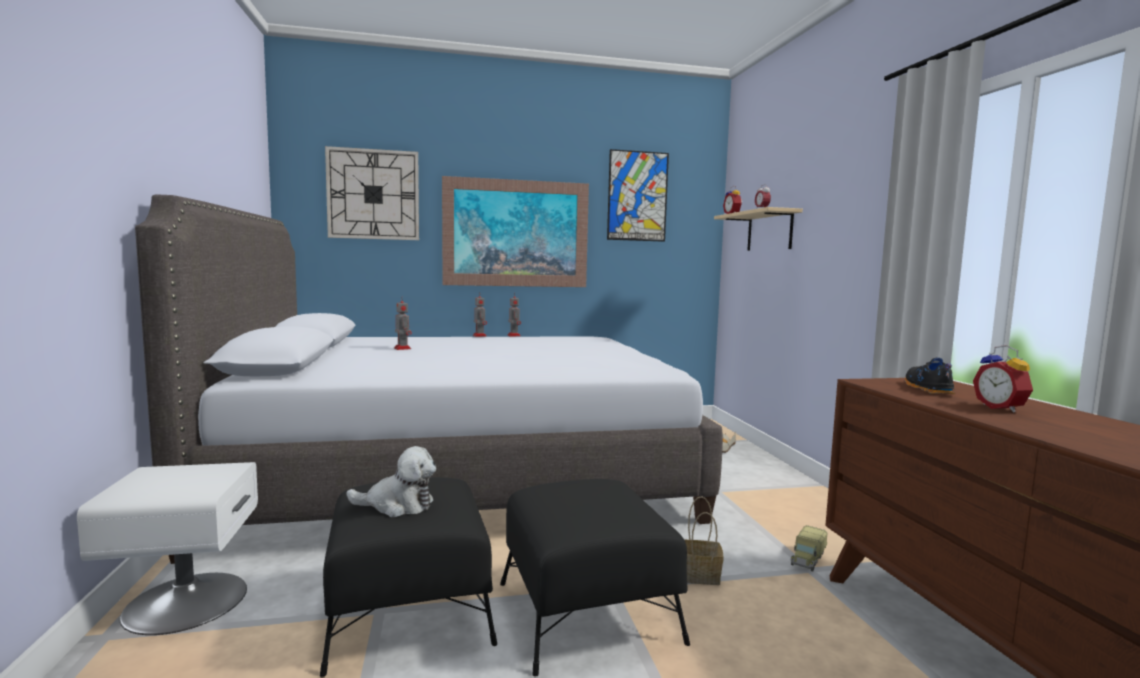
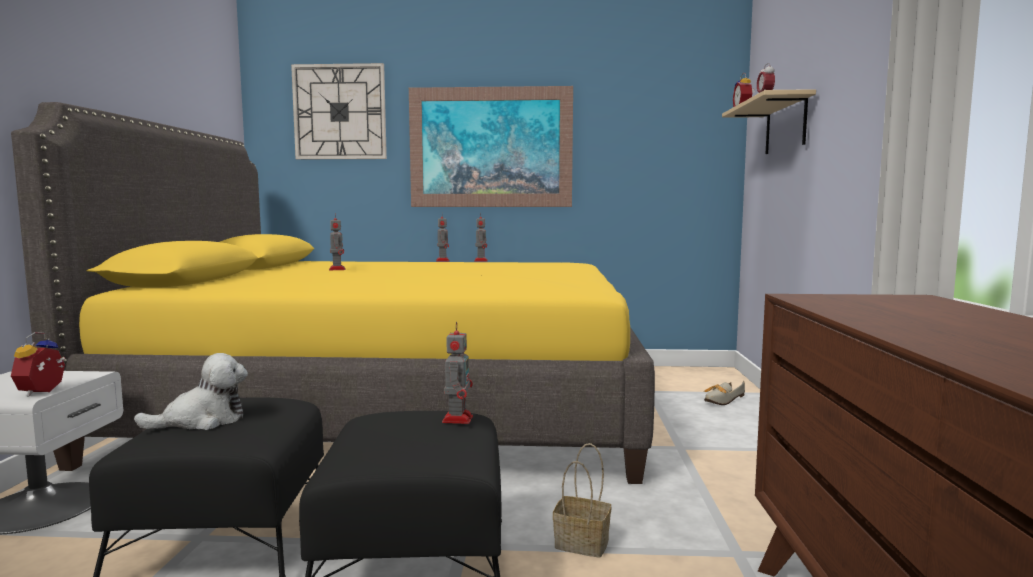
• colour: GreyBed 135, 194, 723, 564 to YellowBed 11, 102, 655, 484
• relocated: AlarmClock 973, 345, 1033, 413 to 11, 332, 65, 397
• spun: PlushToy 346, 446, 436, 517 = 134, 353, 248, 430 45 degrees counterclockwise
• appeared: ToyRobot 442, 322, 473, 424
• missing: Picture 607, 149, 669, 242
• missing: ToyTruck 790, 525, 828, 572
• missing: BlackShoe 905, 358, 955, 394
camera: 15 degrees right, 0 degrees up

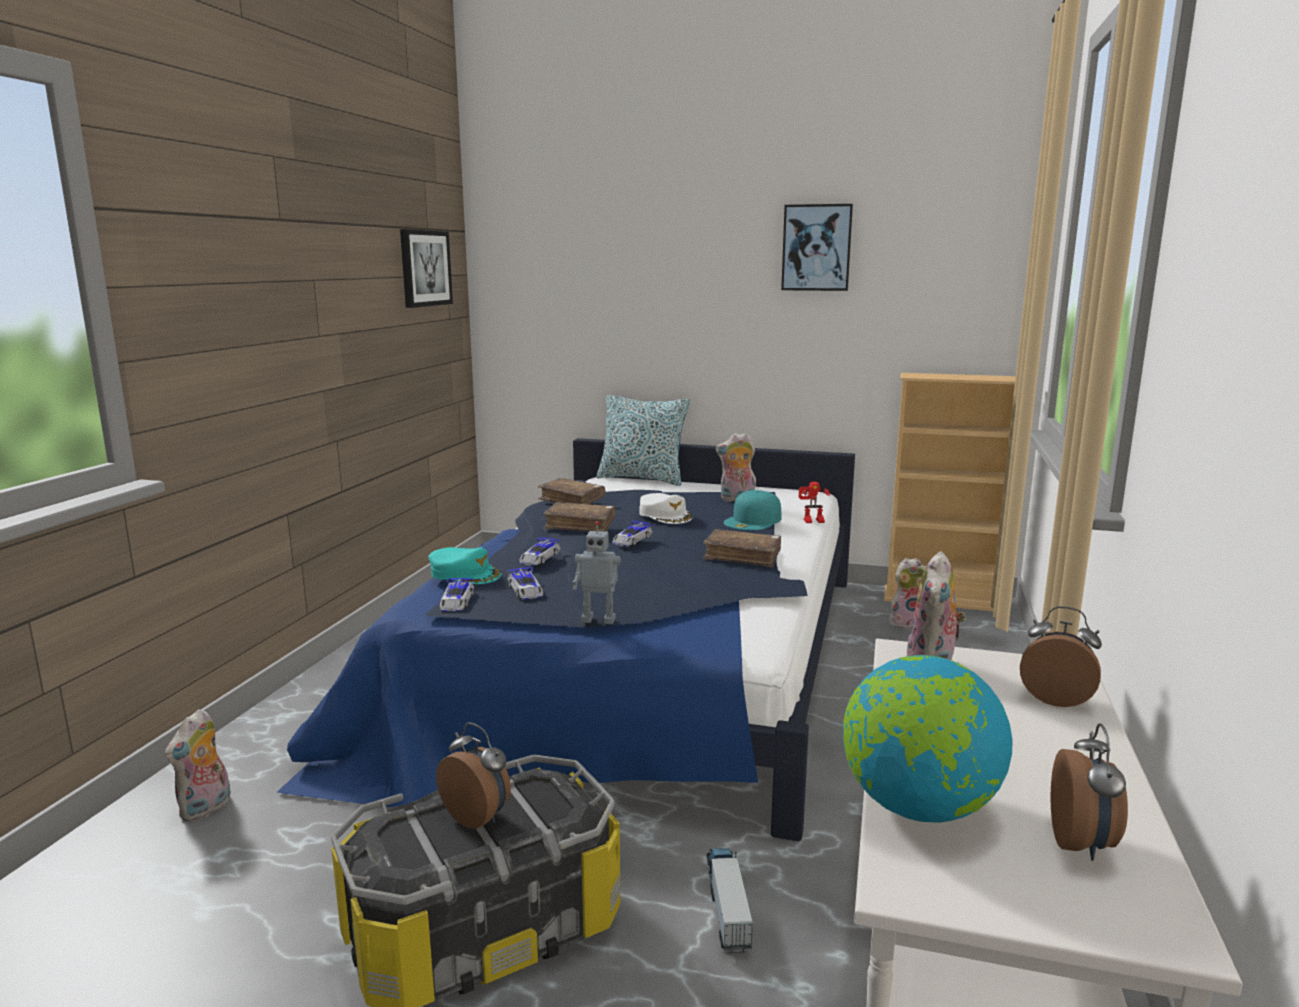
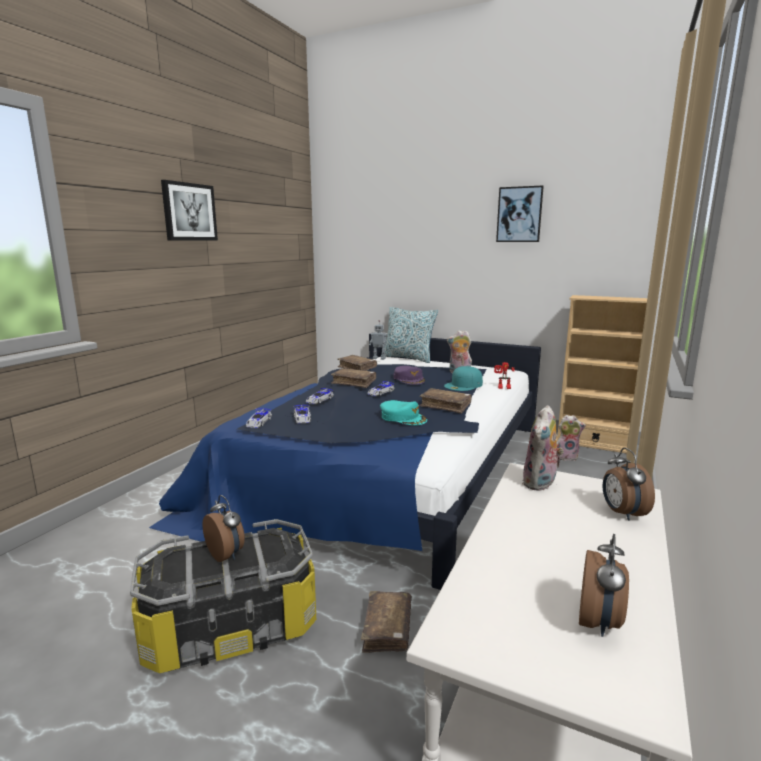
• relocated: Picture 400, 229, 453, 308 to 161, 180, 218, 240
• exchanged: ToyTruck 707, 848, 753, 953 to BrownBook 361, 591, 412, 653
• relocated: ToyRobot 572, 521, 621, 624 to 369, 320, 388, 360
• relocated: TurquoiseCap 428, 547, 502, 584 to 380, 400, 427, 426
• colour: WhiteCap 639, 493, 693, 524 to PurpleCap 394, 366, 425, 385
• spun: AlarmClock 1020, 606, 1102, 707 = 603, 447, 655, 521 135 degrees counterclockwise
• missing: PlushToy 165, 709, 231, 822
• missing: Globe 843, 655, 1013, 823
camera: 10 degrees right, 0 degrees up

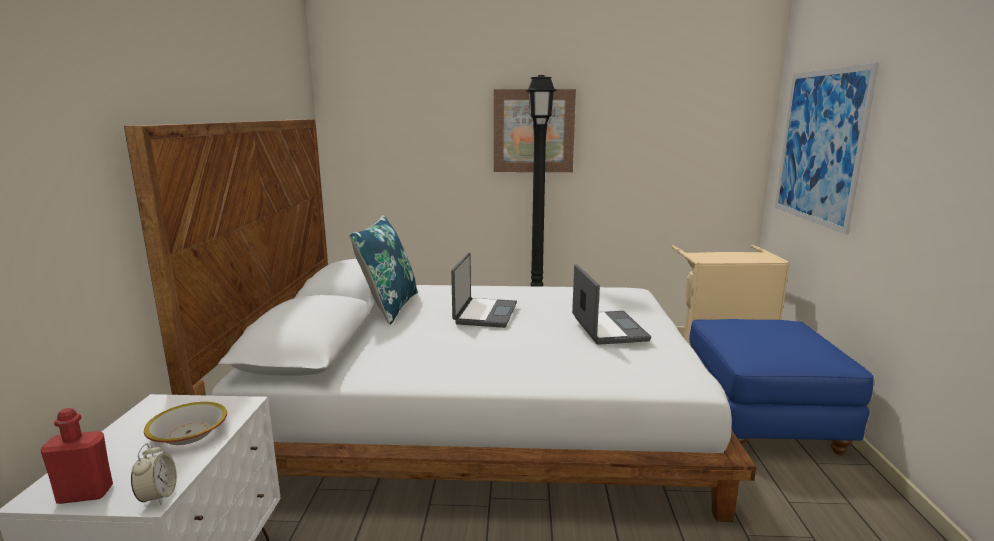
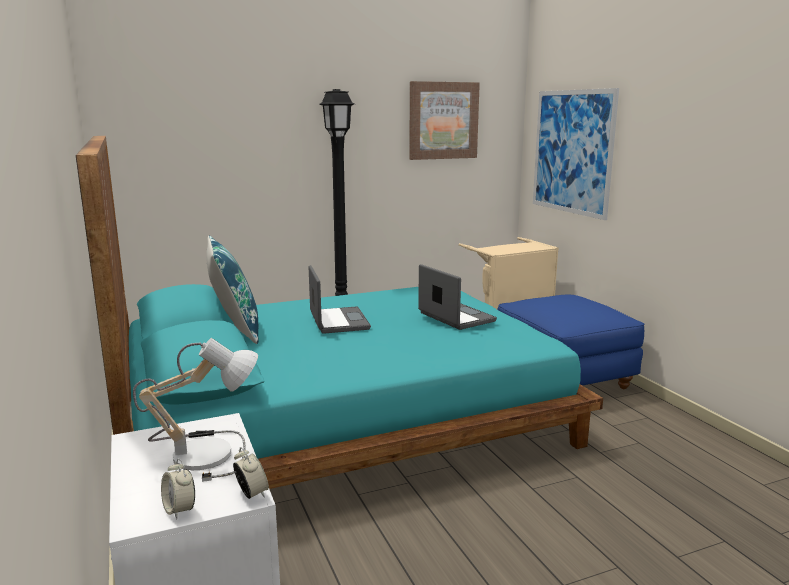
• colour: WhiteBed 124, 119, 756, 522 to TurquoiseBed 76, 136, 603, 489
• exchanged: Bowl 144, 402, 227, 445 to TableLamp 133, 338, 258, 482
• exchanged: RedBottle 41, 408, 113, 504 to AlarmClock 161, 458, 195, 520
• relocated: Picture 494, 89, 576, 172 to 409, 81, 480, 160
camera: 25 degrees left, 0 degrees up

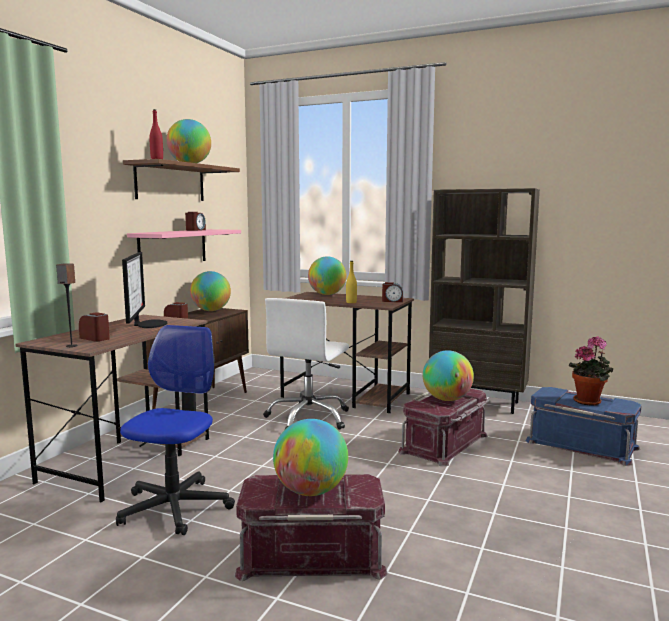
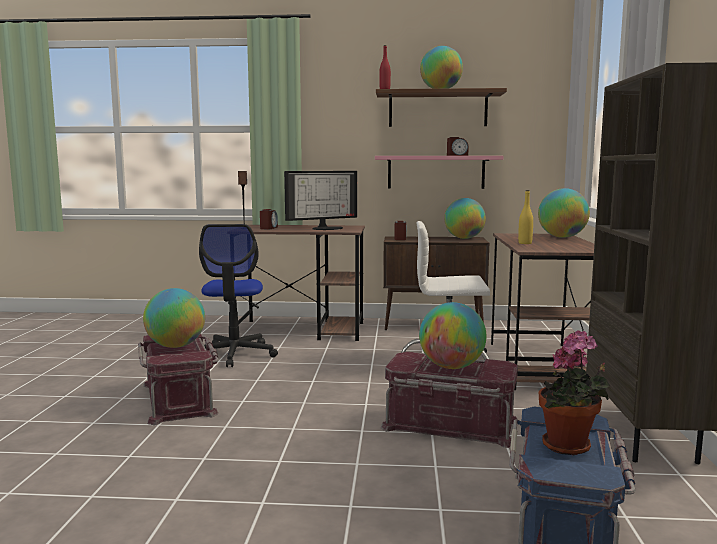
• spun: OfficeChair 116, 325, 235, 535 = 199, 224, 278, 367 90 degrees clockwise
• missing: AlarmClock 382, 282, 403, 302
camera: 70 degrees right, 0 degrees up

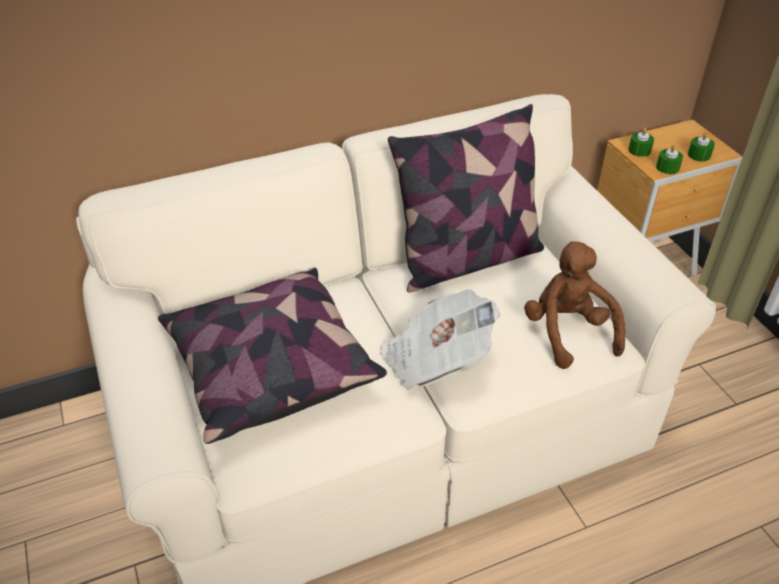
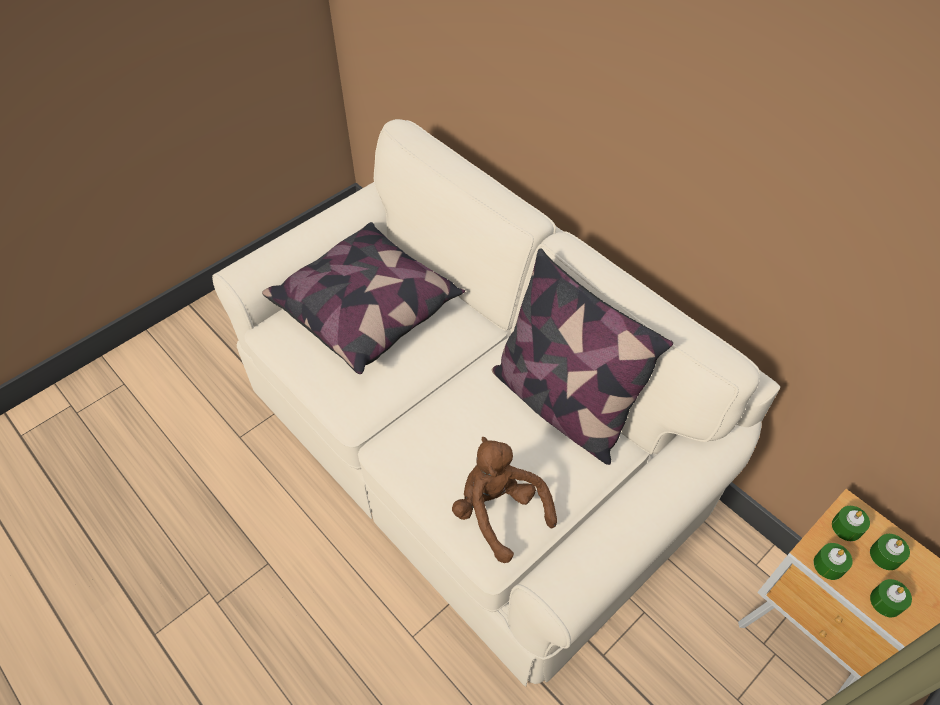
• spun: BrownPlushToy 524, 241, 625, 369 = 452, 437, 557, 563 90 degrees counterclockwise
• appeared: GreenCandle 870, 534, 910, 570
• missing: Newspaper 380, 289, 500, 390
camera: 70 degrees right, 10 degrees up

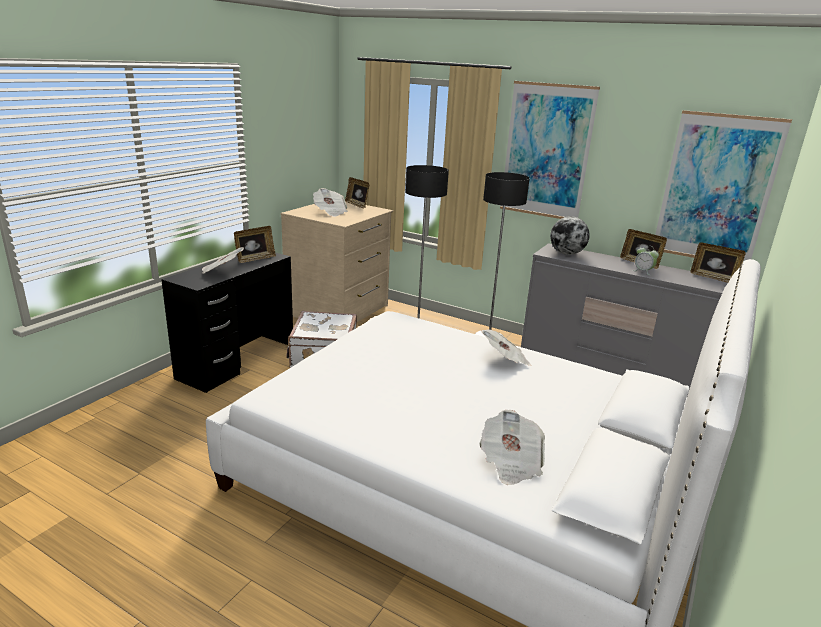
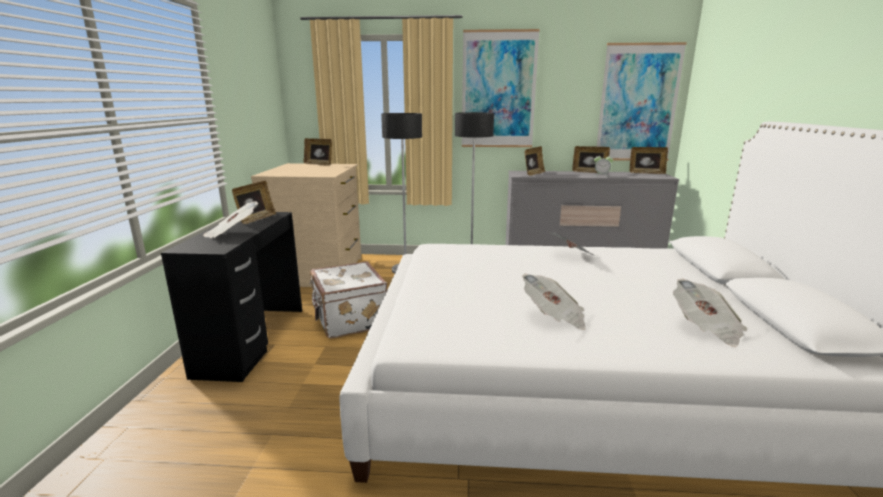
• relocated: Newspaper 313, 188, 348, 217 to 522, 274, 586, 330
• exchanged: Globe 550, 216, 590, 255 to PictureFrame 525, 146, 545, 176
camera: 25 degrees left, 5 degrees down

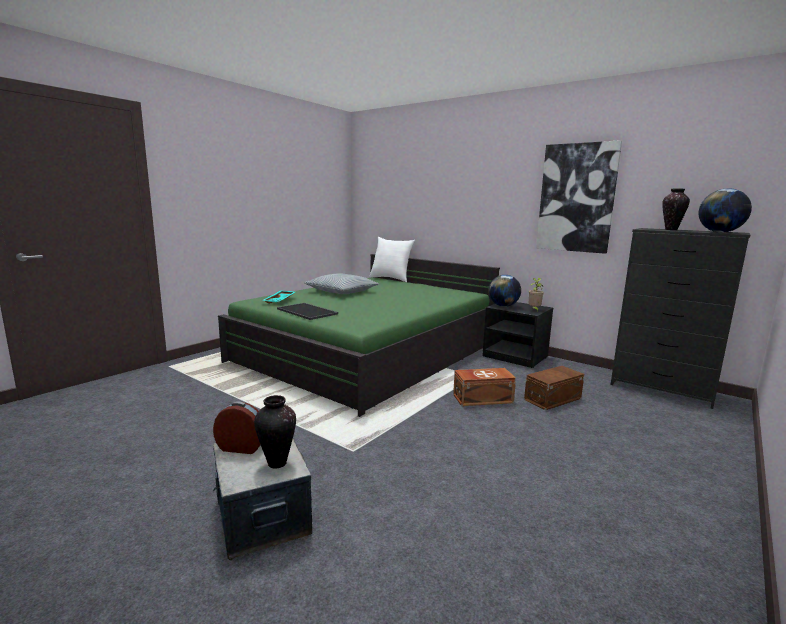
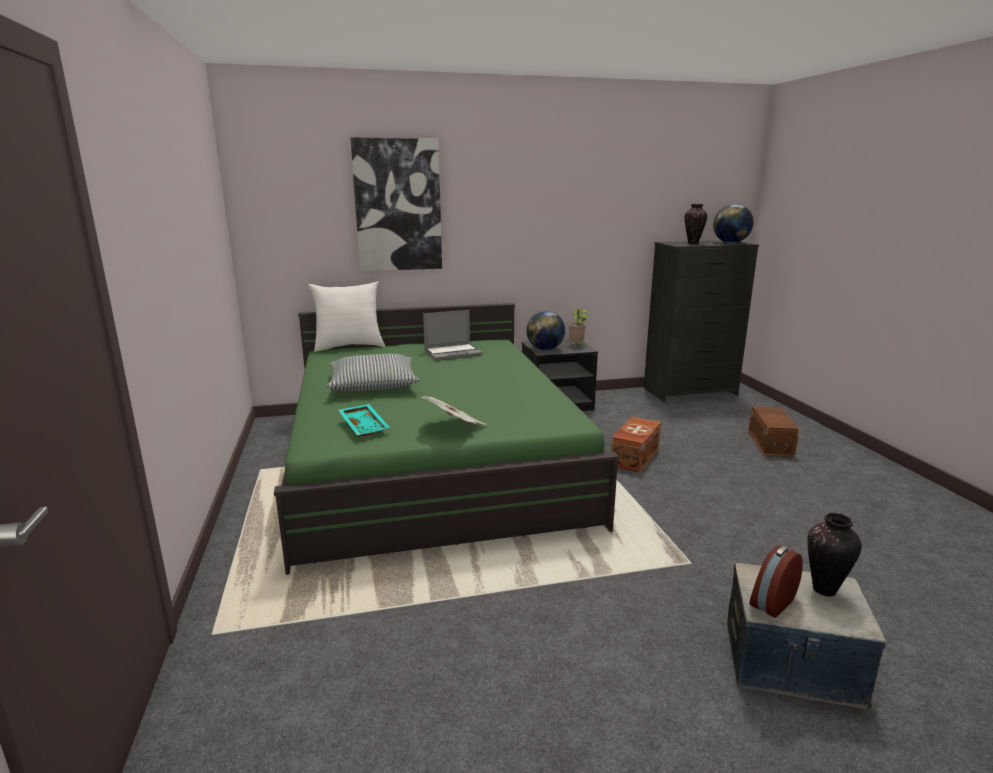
• relocated: Picture 536, 140, 622, 254 to 351, 137, 442, 271
• exchanged: Tray 277, 303, 338, 320 to Newspaper 421, 396, 485, 424
• appeared: Laptop 423, 310, 483, 361
• relocated: BrownStorageBox 524, 366, 584, 410 to 748, 406, 800, 457
camera: 50 degrees left, 5 degrees up

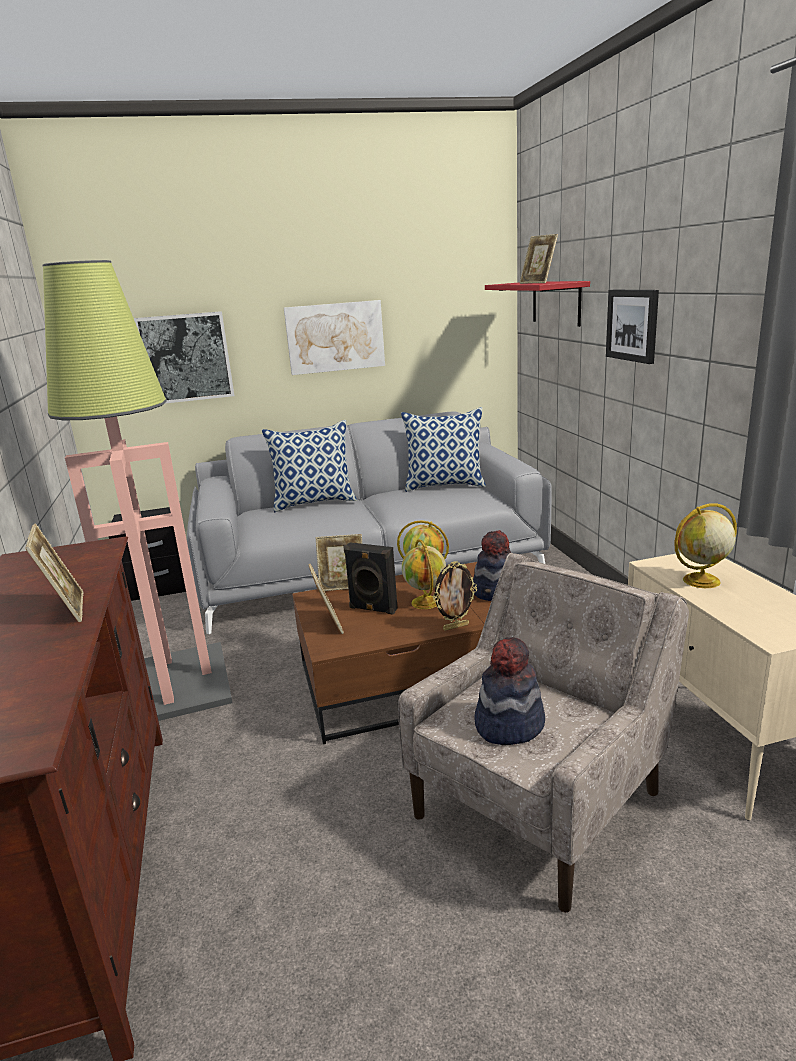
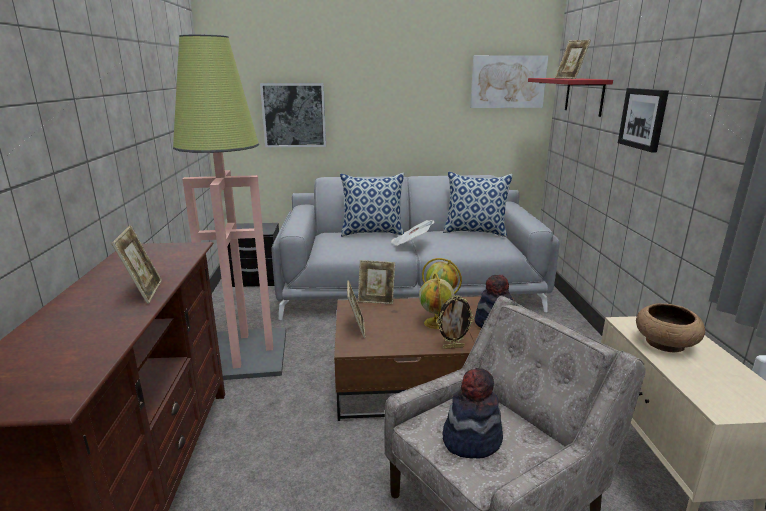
• appeared: Newspaper 391, 220, 434, 246
• relocated: Picture 284, 300, 385, 375 to 470, 55, 548, 108
• exchanged: Globe 674, 503, 737, 588 to BrownBowl 636, 303, 705, 352
• missing: BlackSpeaker 343, 542, 398, 615
camera: 10 degrees right, 0 degrees up

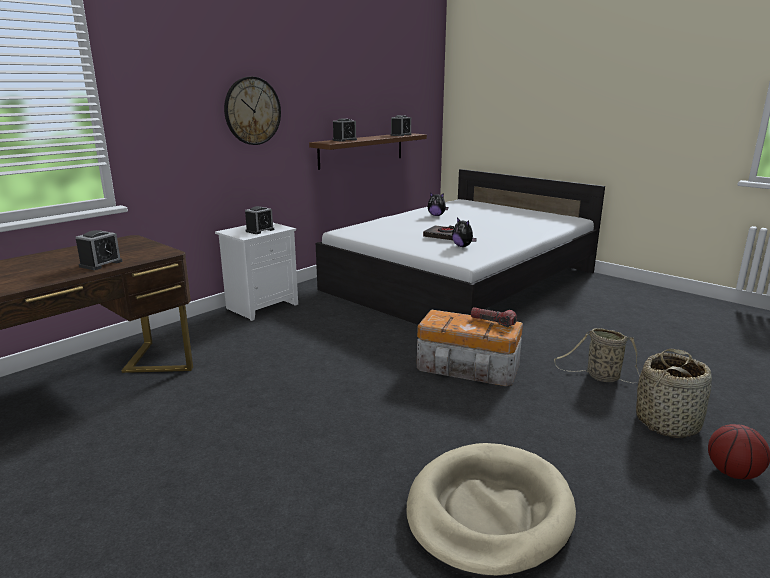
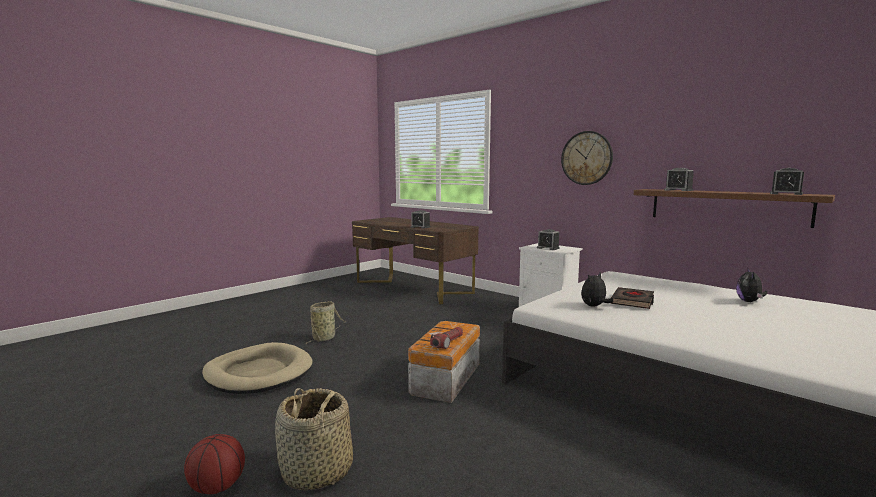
• relocated: Basket 554, 328, 640, 383 to 306, 301, 346, 344
camera: 90 degrees right, 10 degrees down

